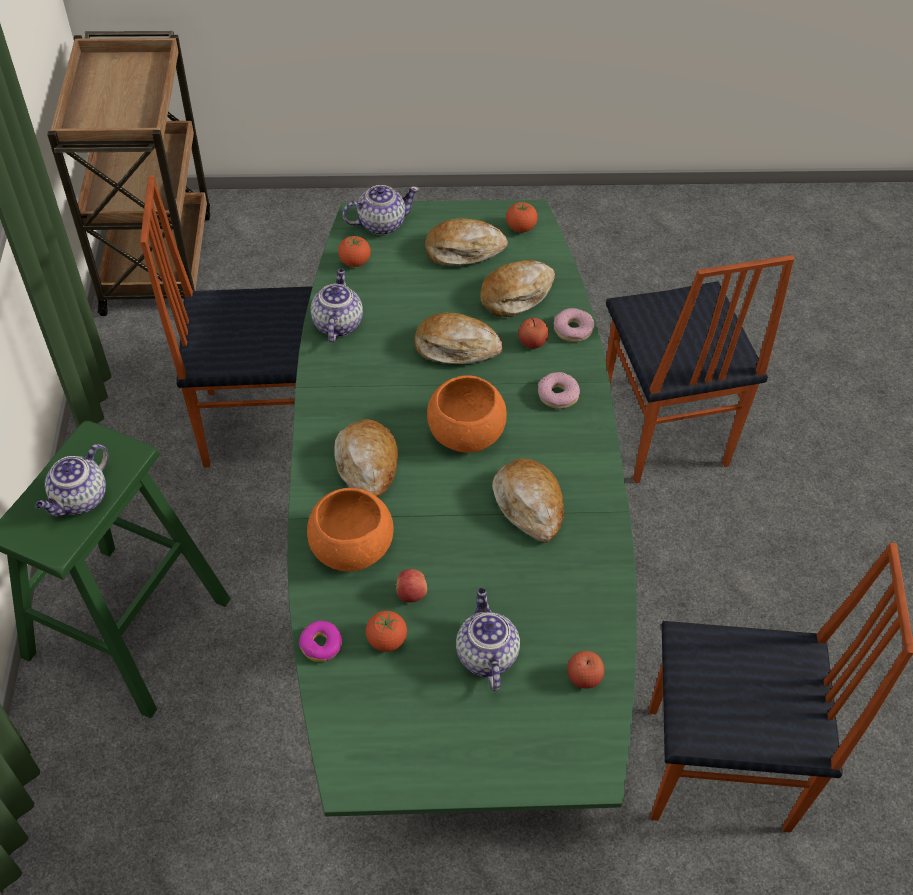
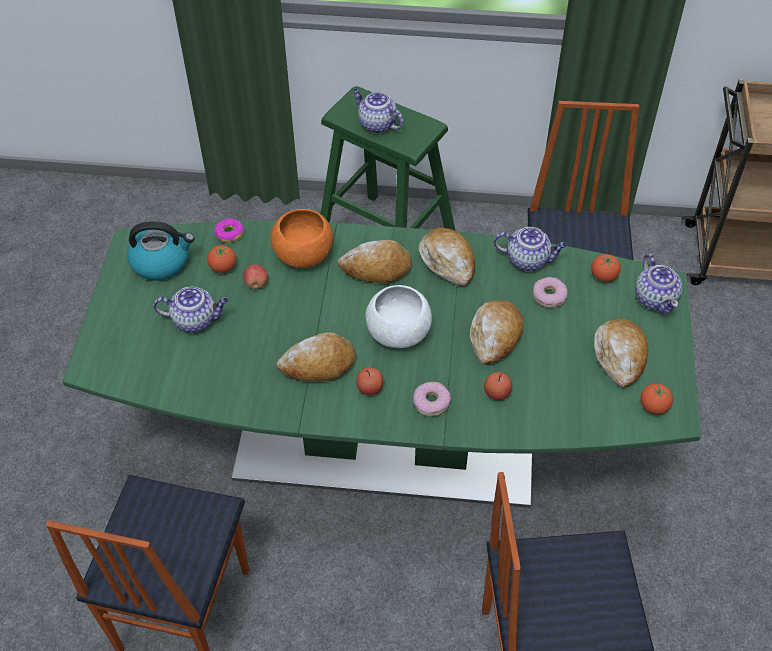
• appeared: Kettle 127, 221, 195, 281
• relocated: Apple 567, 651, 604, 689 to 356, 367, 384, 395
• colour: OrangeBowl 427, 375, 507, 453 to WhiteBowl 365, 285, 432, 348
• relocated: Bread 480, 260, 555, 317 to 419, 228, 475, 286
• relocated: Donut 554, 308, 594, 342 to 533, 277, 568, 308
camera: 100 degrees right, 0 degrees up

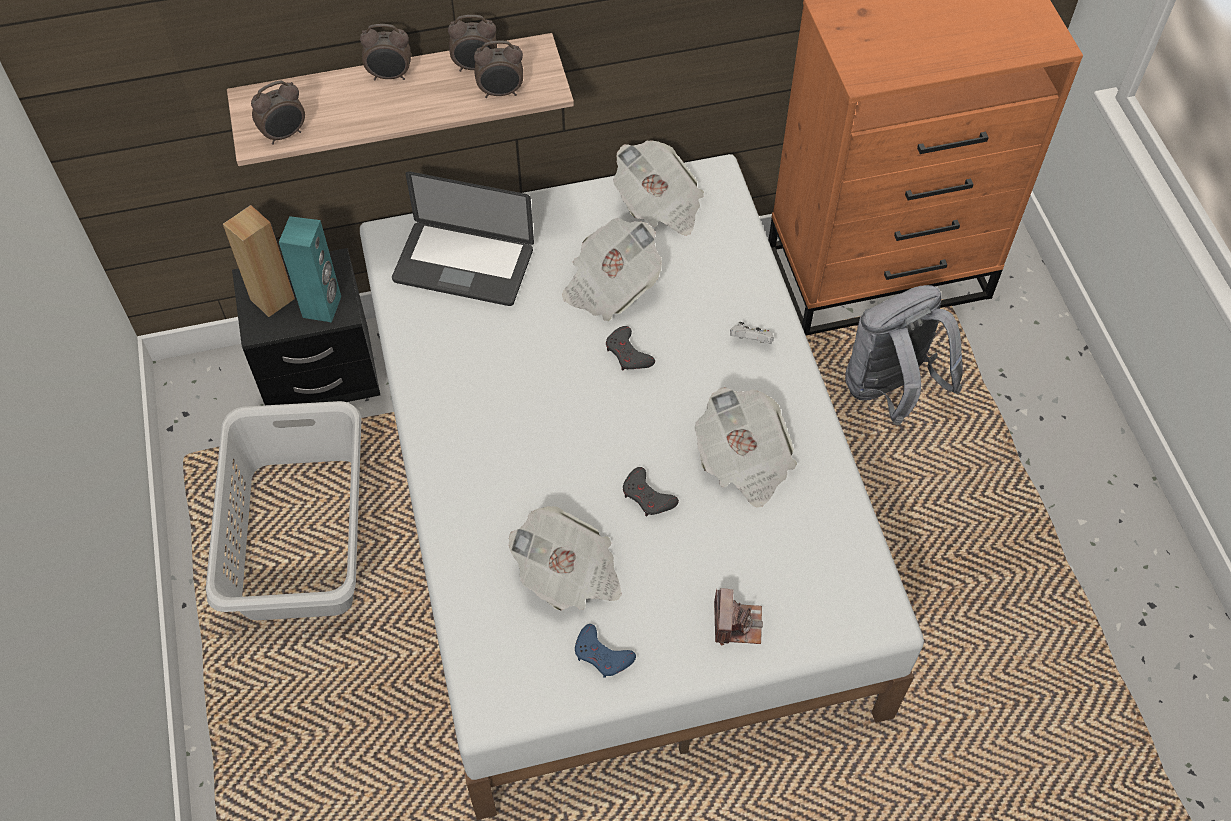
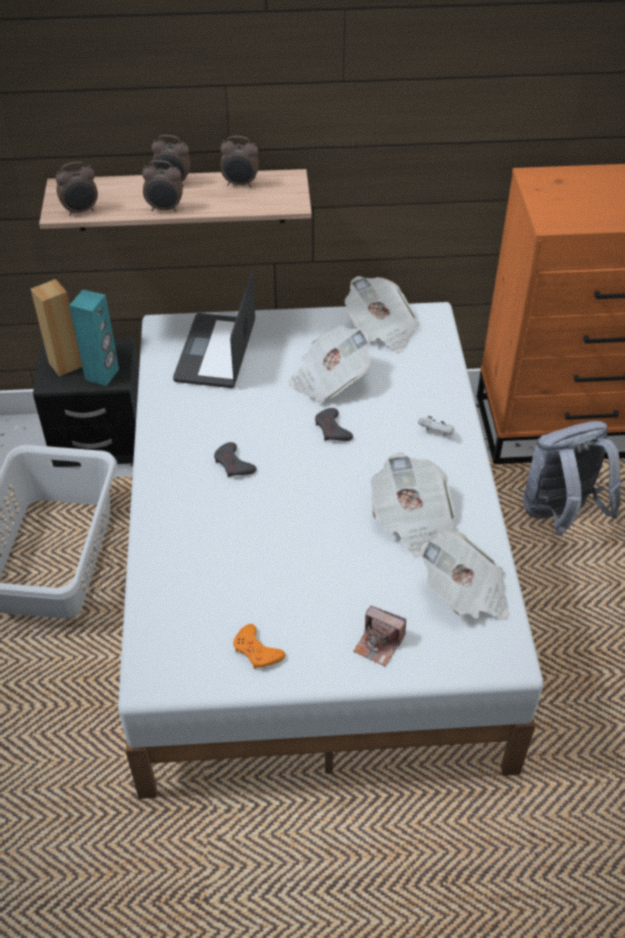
• relocated: AlarmClock 474, 40, 523, 98 to 142, 160, 183, 212
• spun: Laptop 392, 171, 534, 306 = 173, 272, 255, 388 75 degrees clockwise
• relocated: GreyGameController 623, 467, 679, 516 to 214, 442, 256, 477
• colour: BlueGameController 575, 624, 636, 678 to OrangeGameController 233, 624, 285, 669
• spun: PhotoCamera 714, 588, 763, 645 = 353, 606, 406, 666 105 degrees clockwise
• relocated: Newspaper 509, 506, 622, 610 to 421, 531, 510, 619
camera: 10 degrees right, 10 degrees down

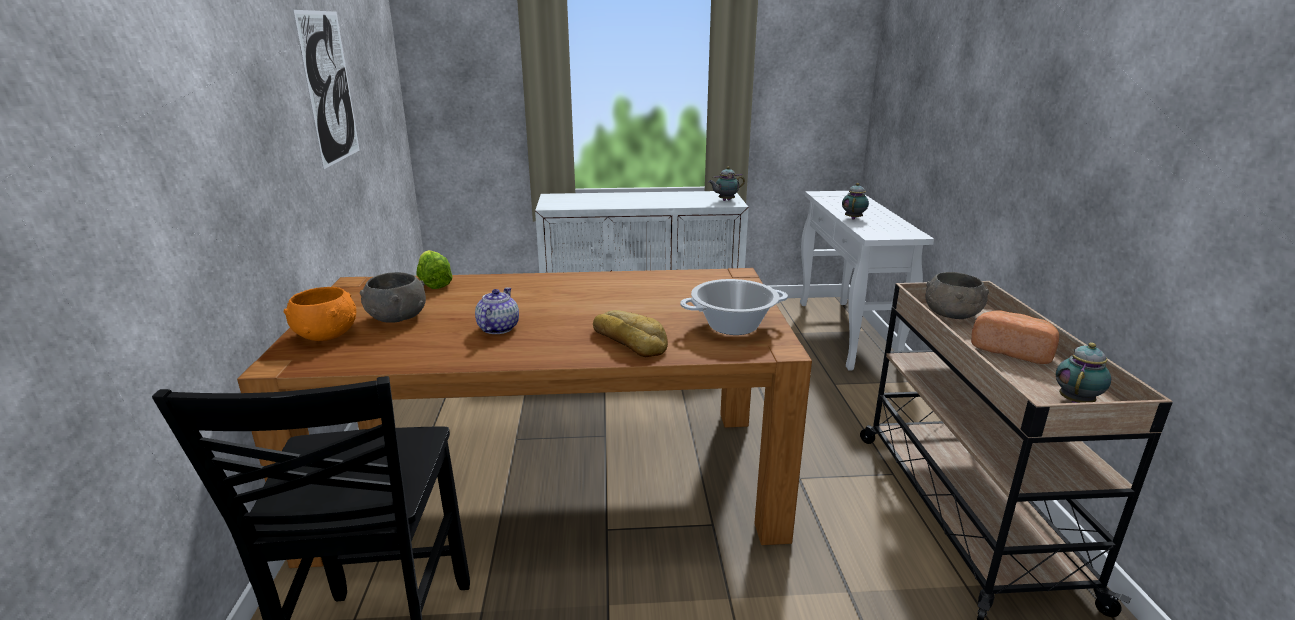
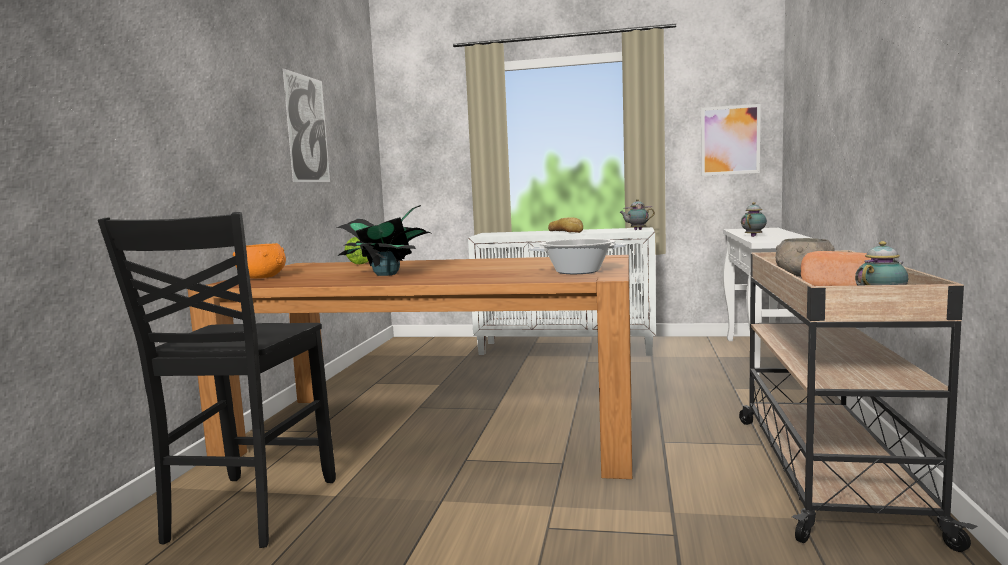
• exchanged: Teapot 475, 287, 519, 334 to PottedPlant 336, 205, 433, 276
• relocated: Bread 593, 310, 668, 357 to 548, 217, 583, 233
• appeared: Picture 701, 104, 761, 176
• missing: GreyBowl 360, 272, 426, 323
camera: 15 degrees right, 15 degrees down

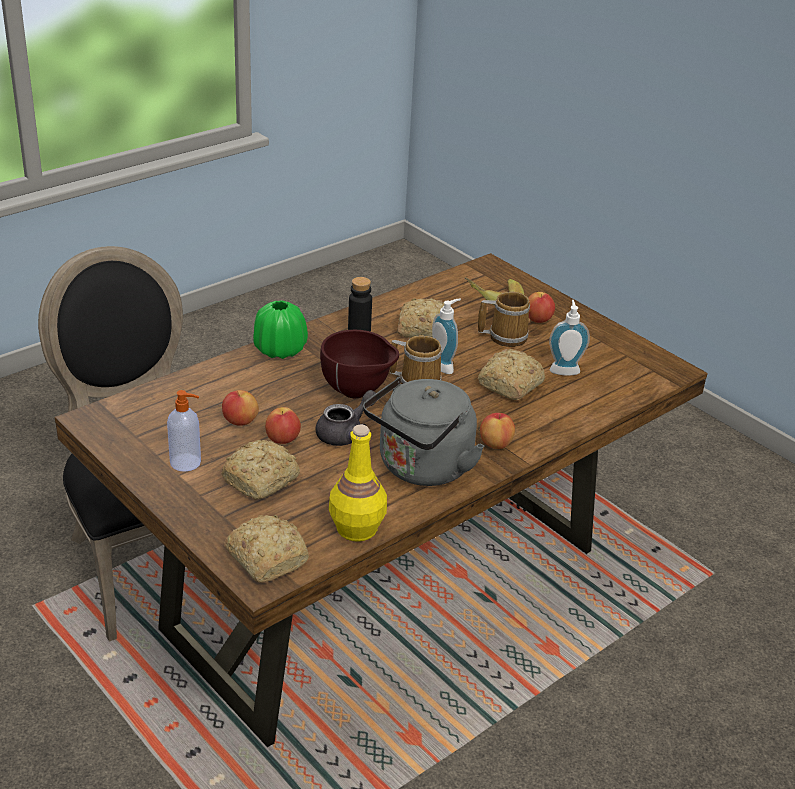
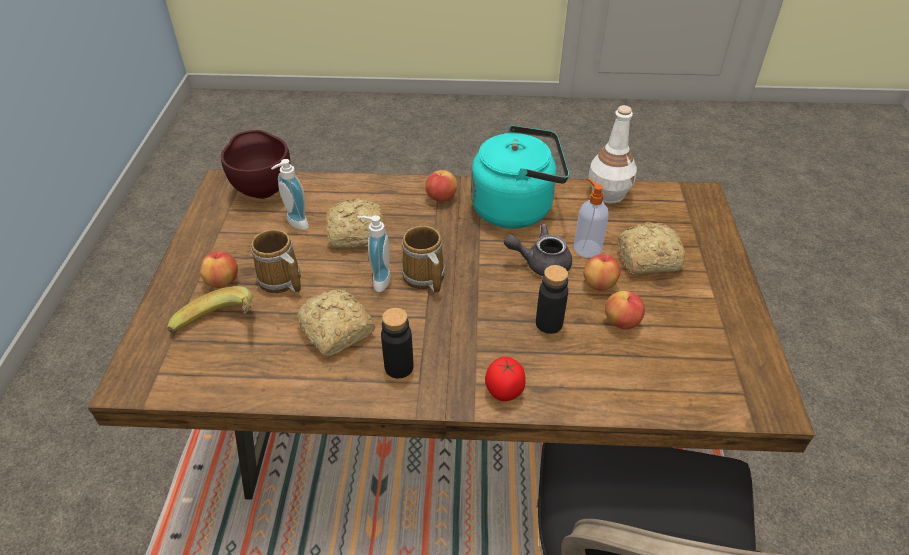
• relocated: BrownBowl 320, 330, 399, 398 to 221, 130, 290, 199
• colour: GreyKettle 363, 377, 484, 486 to TurquoiseKettle 471, 125, 569, 229
• exchanged: GreenVase 253, 300, 308, 359 to Tomato 485, 357, 526, 401
• appeared: BlackBottle 536, 265, 568, 334
• relocated: SoapDispenser 167, 390, 201, 472 to 574, 178, 609, 258
• colour: YellowBottle 329, 425, 387, 542 to WhiteBottle 589, 105, 637, 204
• missing: Bread 224, 515, 309, 583
camera: 135 degrees left, 10 degrees up

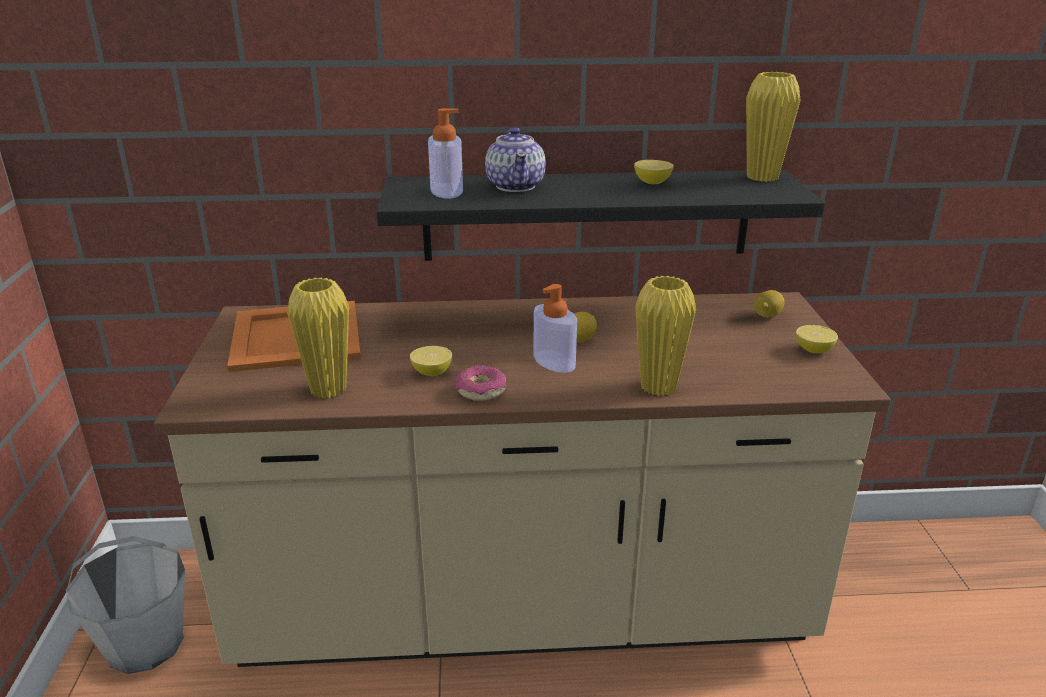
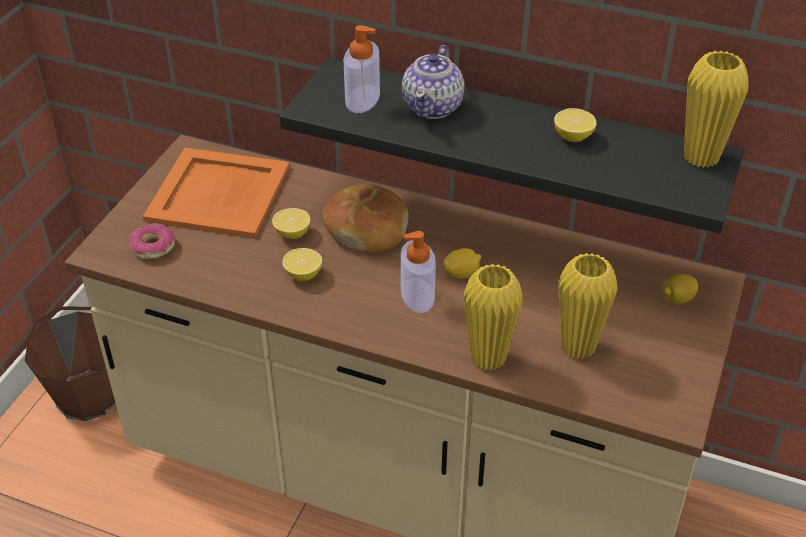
• colour: GreyBucket 66, 536, 185, 674 to BrownBucket 25, 306, 116, 421
• relocated: Donut 456, 365, 506, 401 to 128, 223, 176, 259
• relocated: Lemon 796, 325, 838, 353 to 272, 208, 310, 239
• appeared: Bread 322, 184, 409, 253
• relocated: YellowVase 287, 278, 349, 399 to 558, 253, 618, 359
camera: 25 degrees right, 15 degrees up

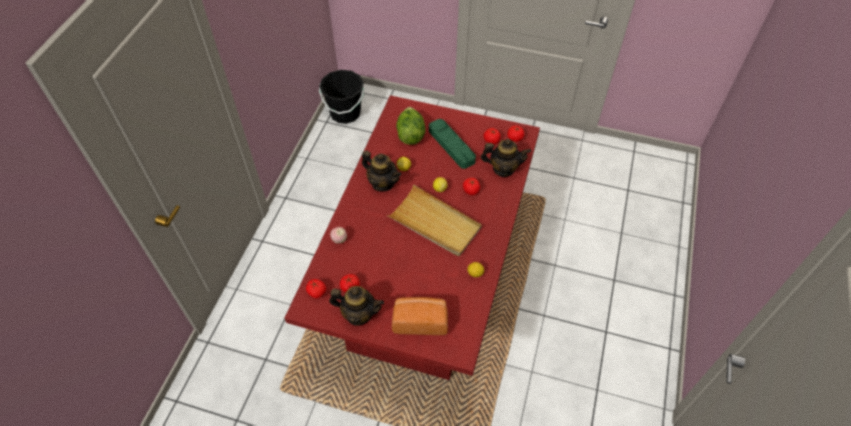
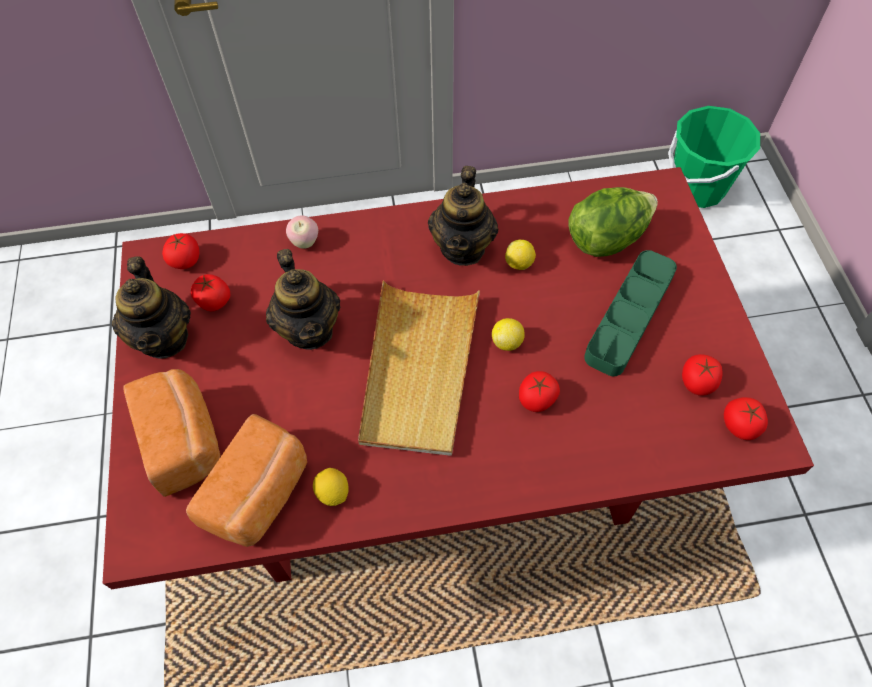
• appeared: Bread 186, 414, 307, 547
• relocated: Teapot 480, 139, 531, 177 to 266, 249, 340, 350
• colour: BlackBucket 319, 70, 364, 124 to GreenBucket 668, 106, 760, 208
camera: 65 degrees right, 5 degrees up

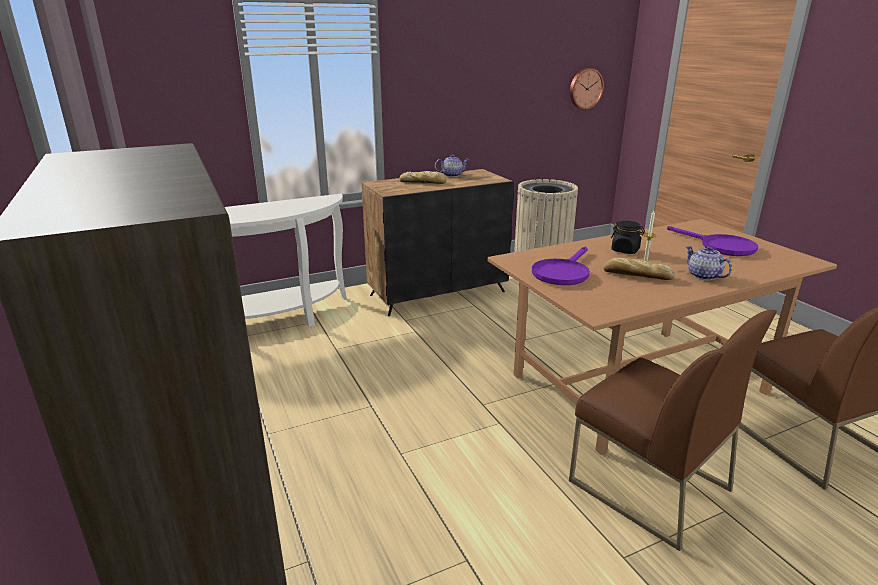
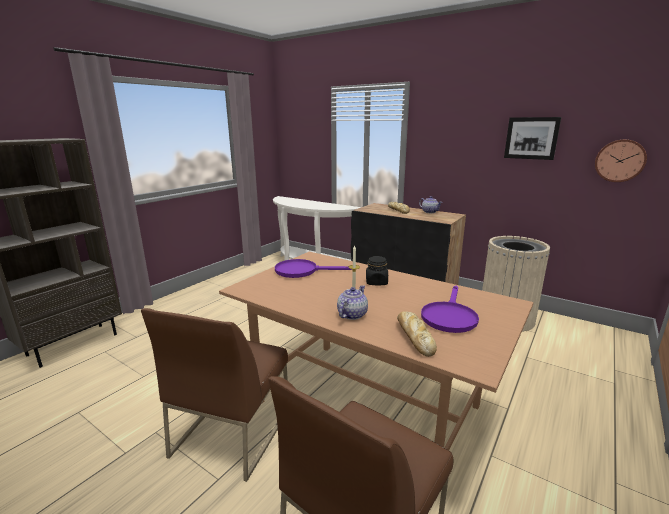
• relocated: Bread 603, 258, 675, 280 to 397, 311, 437, 357
• appeared: Picture 504, 117, 561, 160
camera: 60 degrees right, 5 degrees down

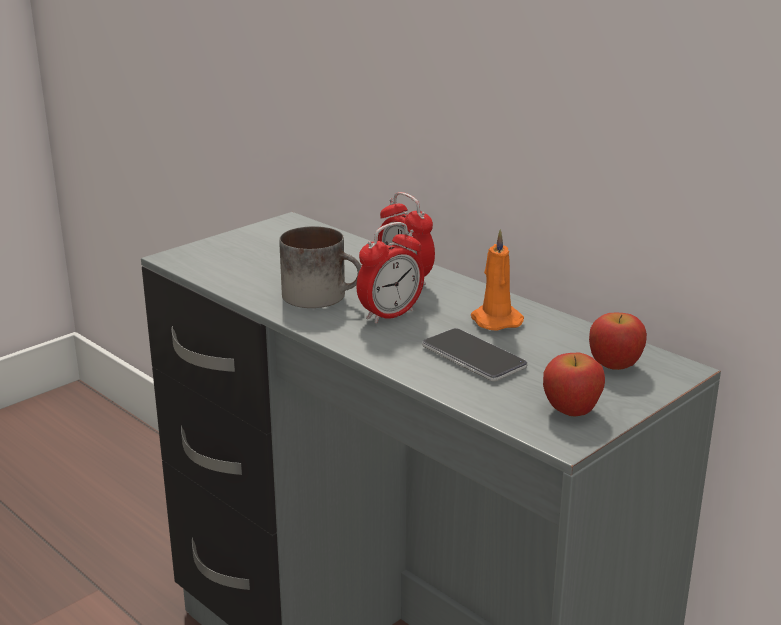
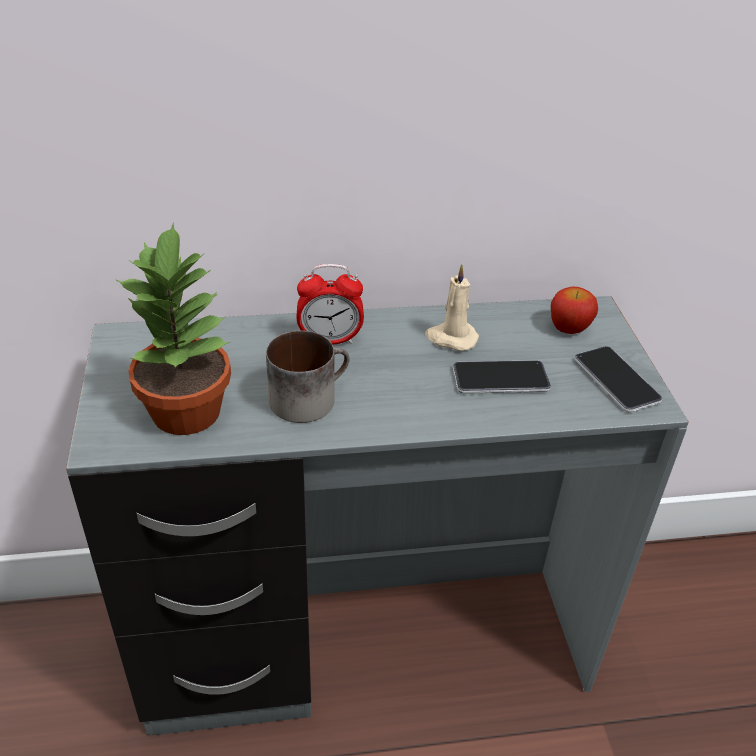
• appeared: PottedPlant 115, 222, 231, 435
• colour: OrangeCandle 471, 229, 524, 331 to BeigeCandle 425, 264, 479, 351
• exchanged: Apple 543, 353, 605, 417 to Phone 574, 346, 663, 412
• missing: AlarmClock 356, 222, 424, 324
camera: 55 degrees left, 15 degrees up

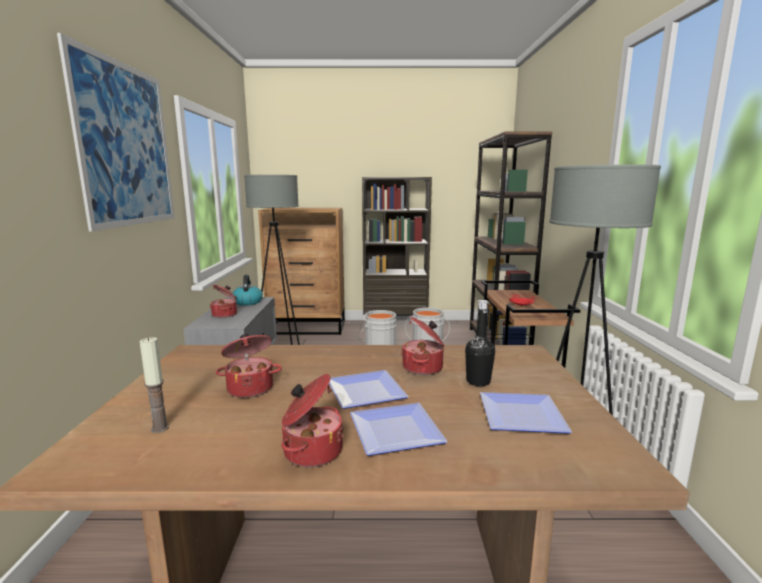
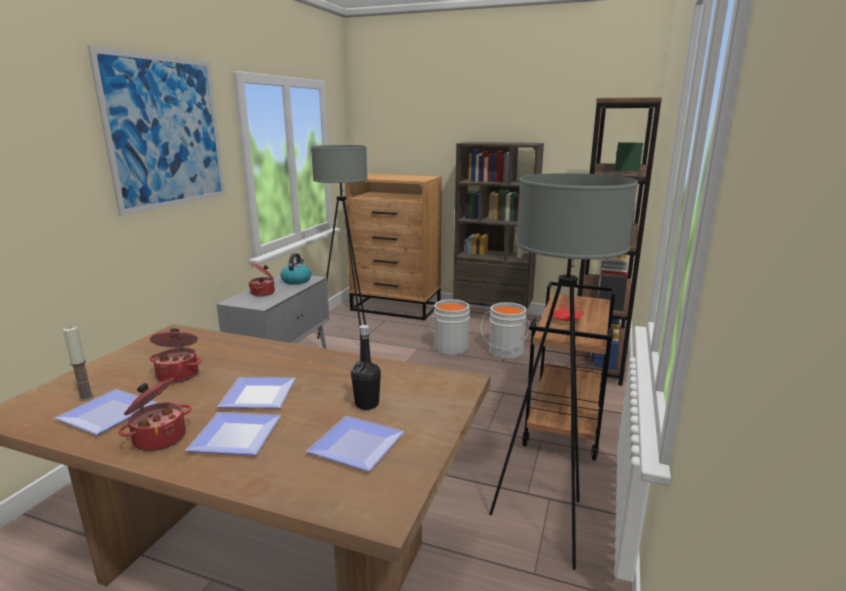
• appeared: Plate 54, 389, 157, 435
• missing: CookingPot 401, 316, 444, 375
camera: 20 degrees right, 5 degrees up

